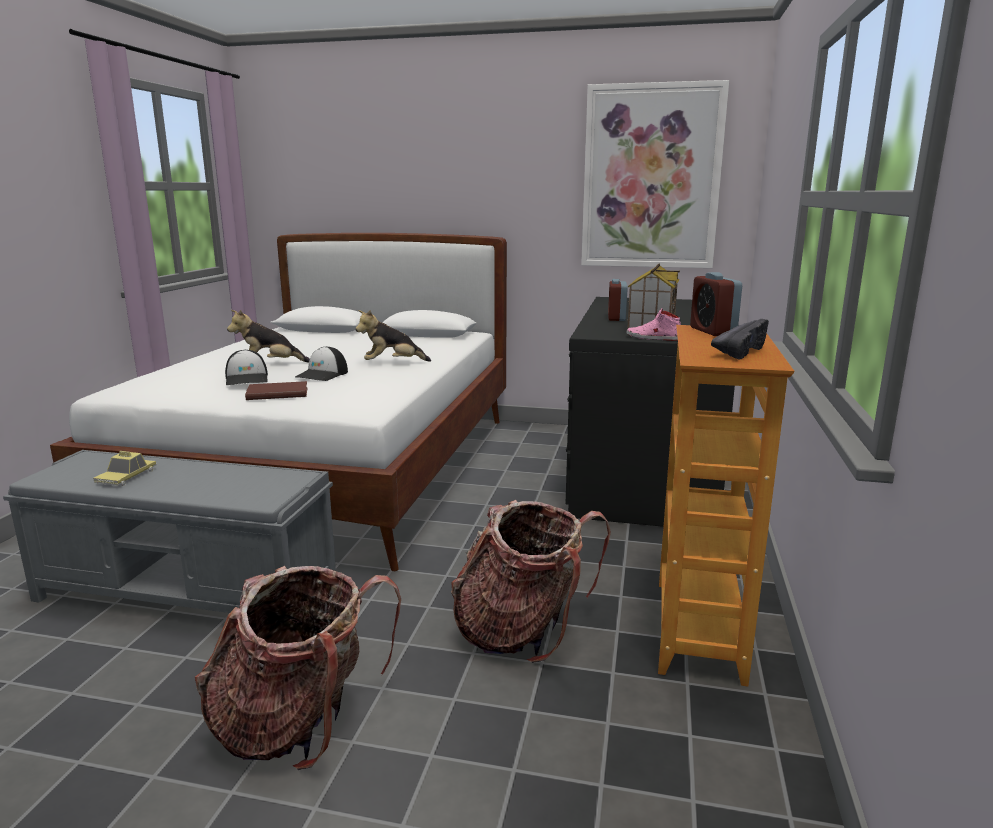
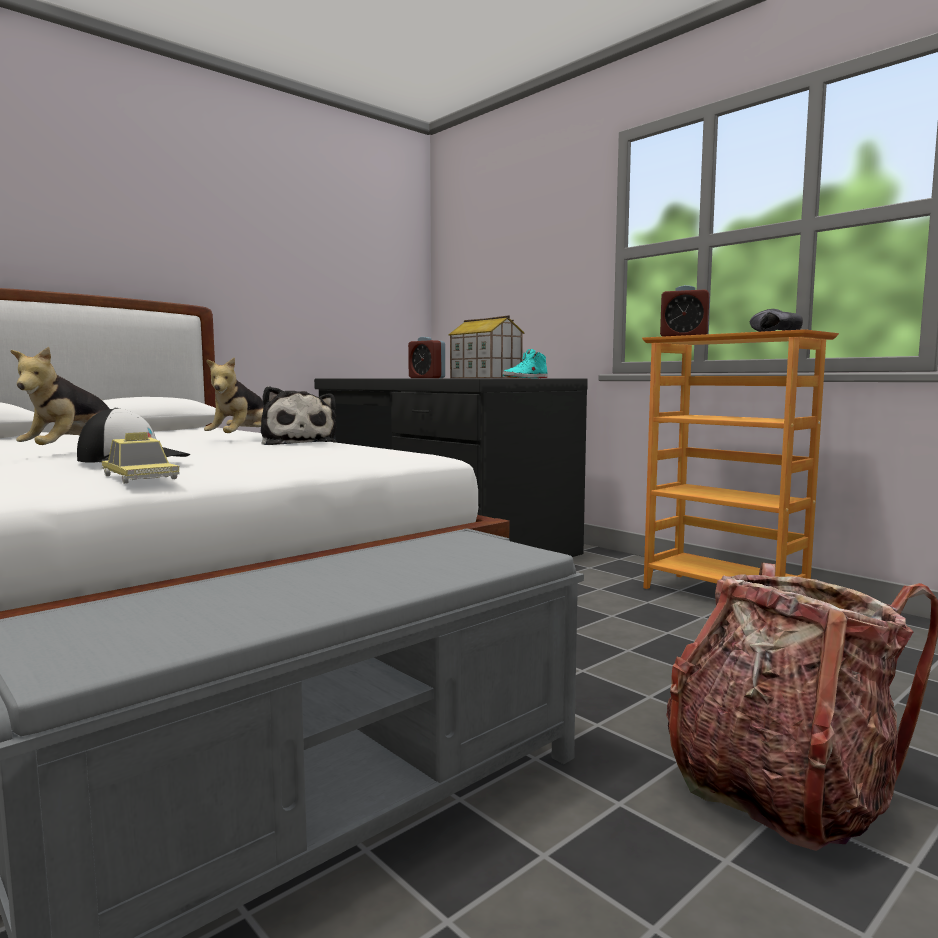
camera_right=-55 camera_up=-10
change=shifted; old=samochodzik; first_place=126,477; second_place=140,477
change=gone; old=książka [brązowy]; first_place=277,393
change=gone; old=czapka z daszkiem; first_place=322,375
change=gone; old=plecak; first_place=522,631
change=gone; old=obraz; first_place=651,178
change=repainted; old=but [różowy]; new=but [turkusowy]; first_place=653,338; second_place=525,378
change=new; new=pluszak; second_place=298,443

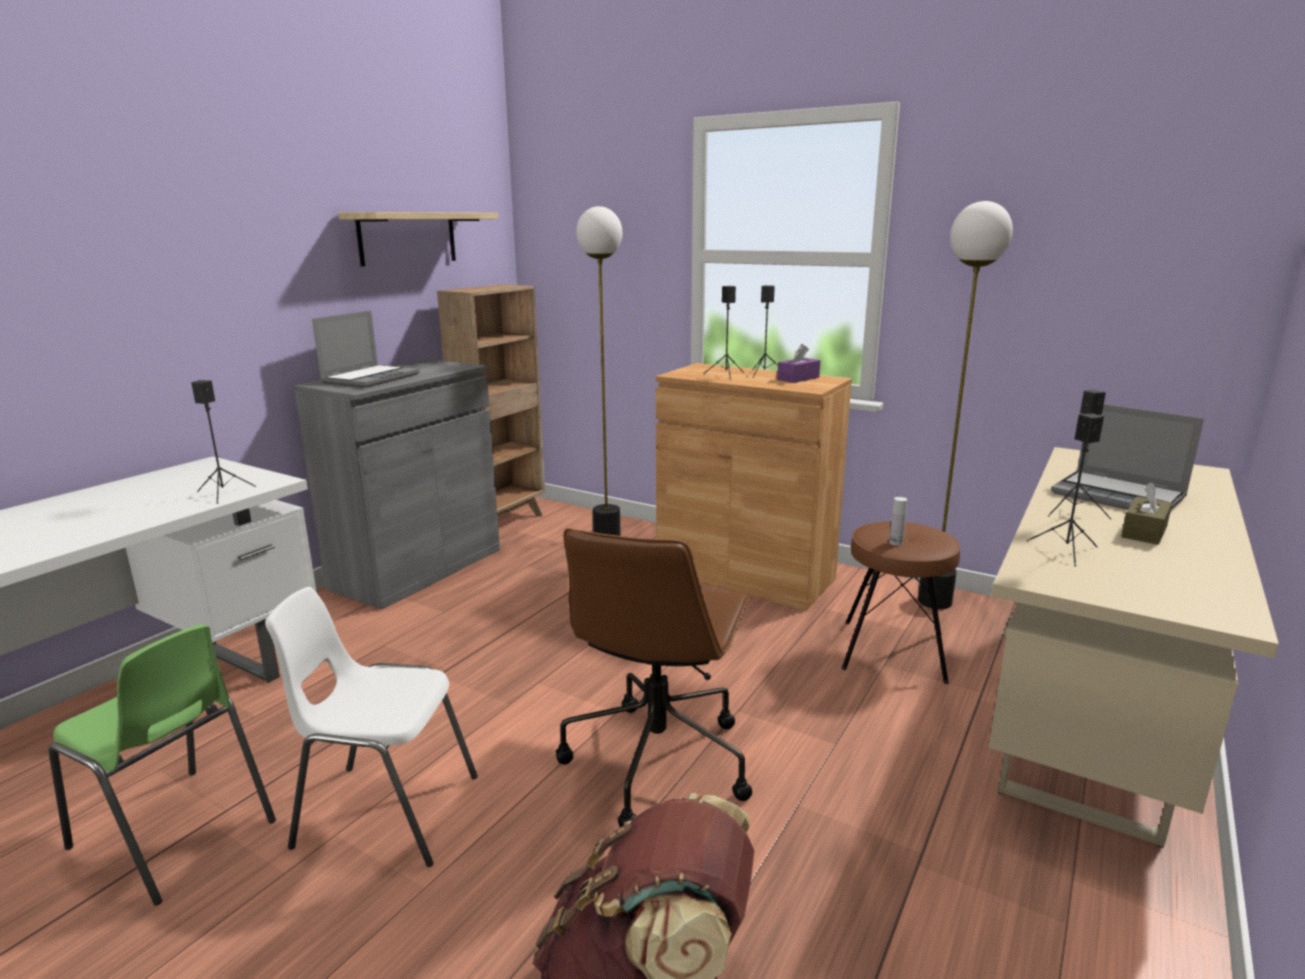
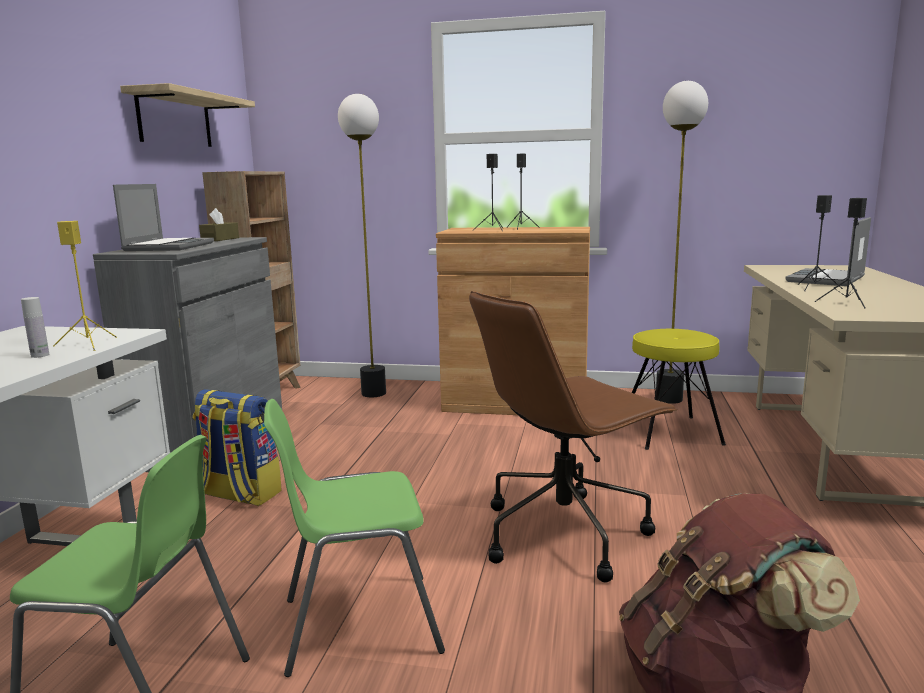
camera_right=-20 camera_up=-5
change=repainted; old=głośnik [czarny]; new=głośnik [żółty]; first_place=224,493; second_place=89,344
change=repainted; old=krzesło [biały]; new=krzesło [zielony]; first_place=386,811; second_place=358,624
change=rotated; old=krzesło biurowe [brązowy]; first_place=657,759; second_place=565,533; degrees=60
change=gone; old=pudełko chusteczek [fioletowy]; first_place=798,378
change=repainted; old=stołek [brązowy]; new=stołek [żółty]; first_place=892,650; second_place=669,432
change=shifted; old=butelka [biały]; first_place=896,543; second_place=40,355
change=rotated; old=laptop; first_place=1119,496; second_place=827,279; degrees=105
change=shifted; old=pudełko chusteczek [brązowy]; first_place=1144,532; second_place=220,239
change=new; new=plecak; second_place=239,494

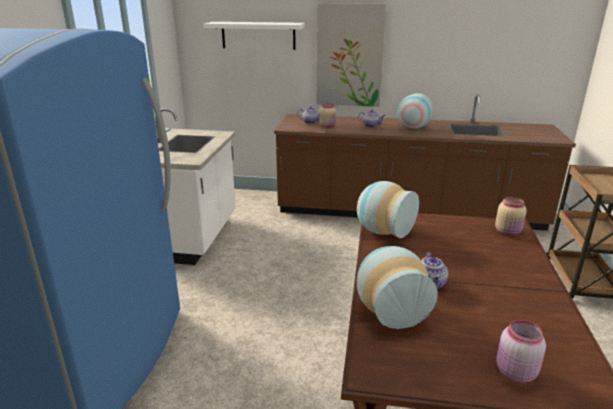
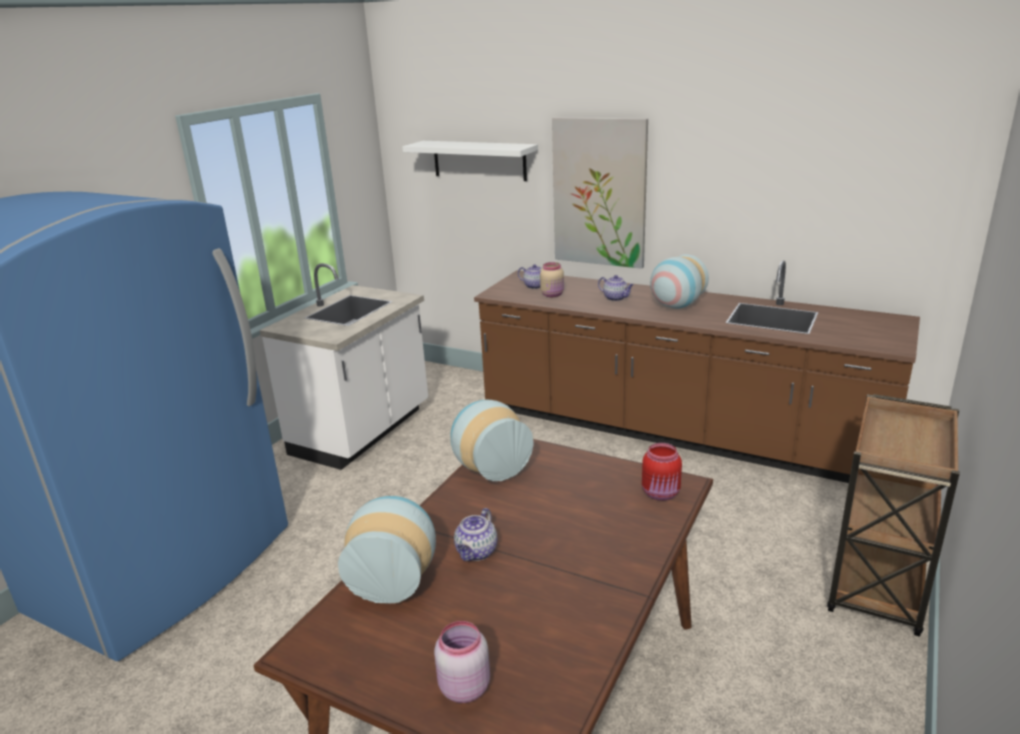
camera_right=20 camera_up=0
change=repainted; old=słoik [beżowy]; new=słoik [czerwony]; first_place=508,232; second_place=661,494

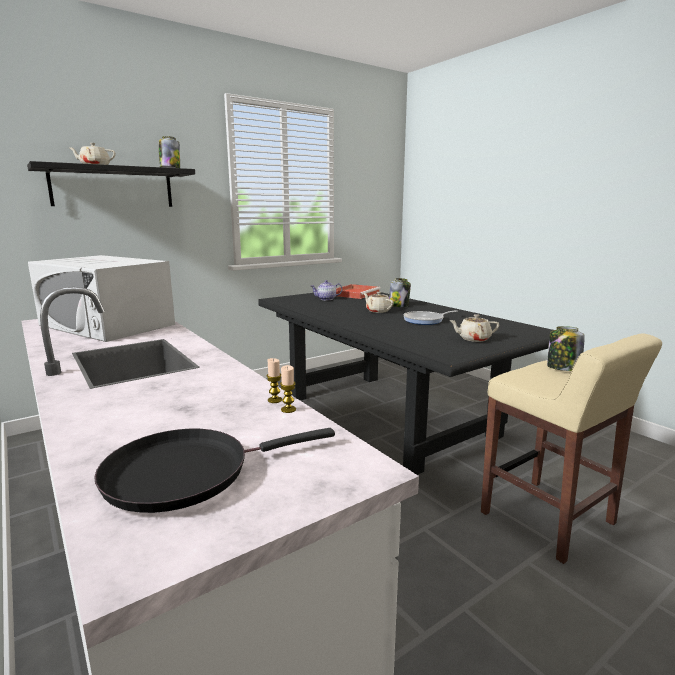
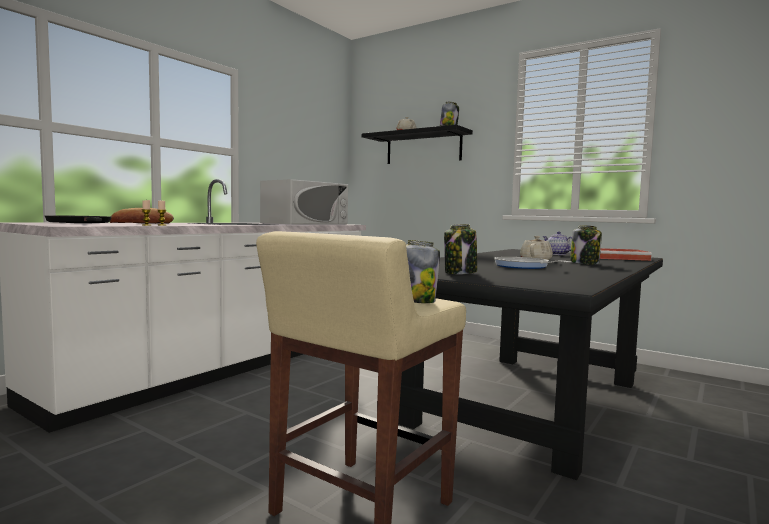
camera_right=70 camera_up=-10
change=rotated; old=mikrofalówka [biały]; first_place=107,325; second_place=305,223; degrees=-150
change=swapped; old=imbryk [beżowy]; new=słoik; first_place=473,339; second_place=460,272
change=new; new=chleb; second_place=141,223

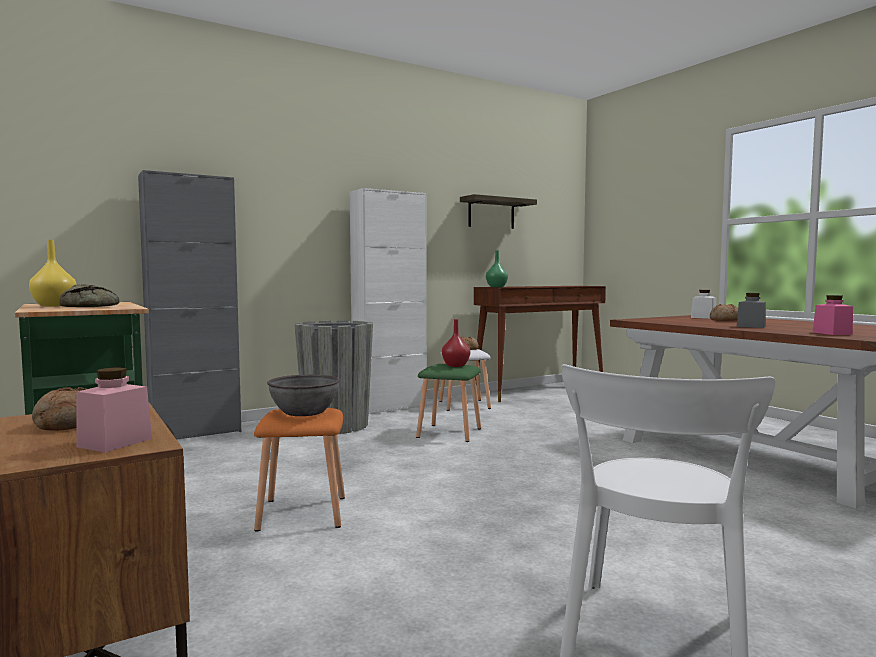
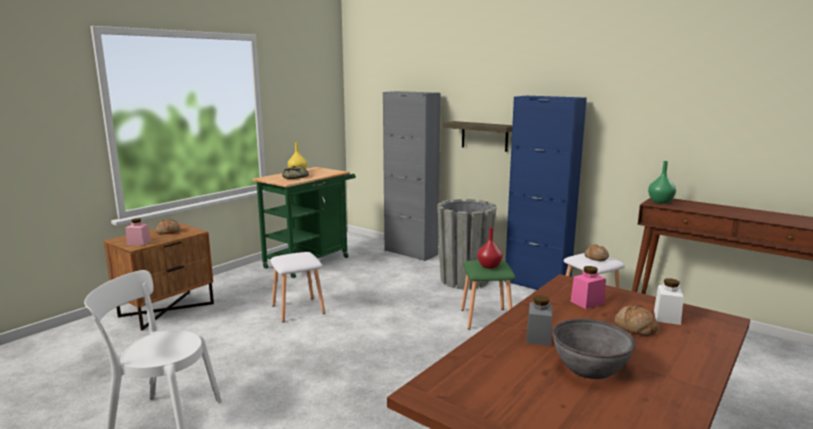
camera_right=70 camera_up=10
change=repainted; old=stołek [pomarańczowy]; new=stołek [biały]; first_place=301,512; second_place=299,309
change=shifted; old=miska [szary]; first_place=304,412; second_place=589,368
change=repainted; old=szafka [biały]; new=szafka [niebieski]; first_place=389,408; second_place=537,285
change=shifted; old=półka; first_place=491,213; second_place=484,136
change=shifted; old=słoik [różowy]; first_place=832,333; second_place=587,302

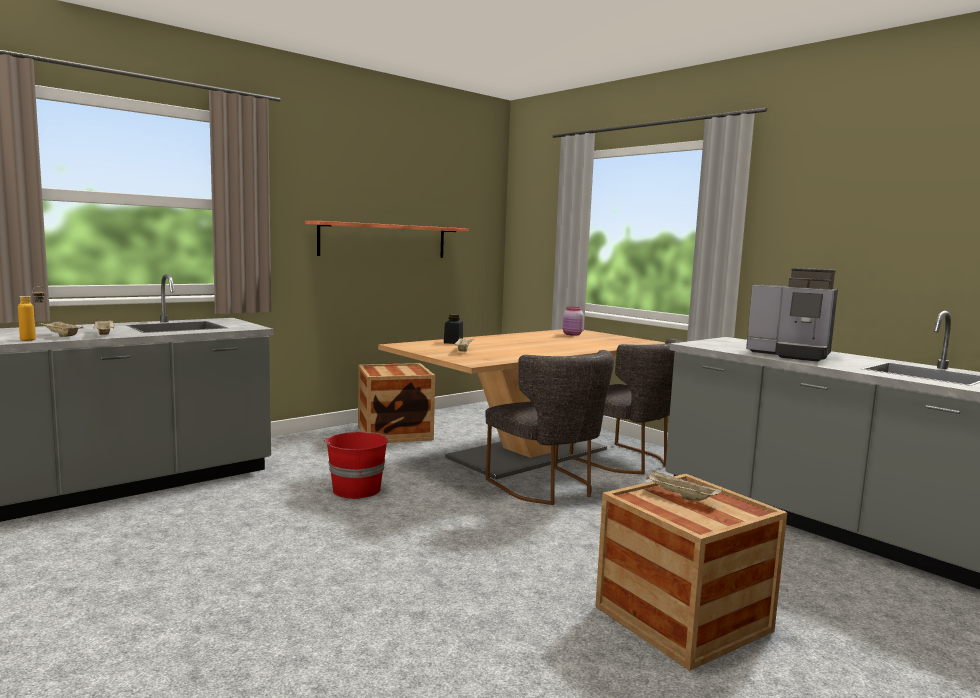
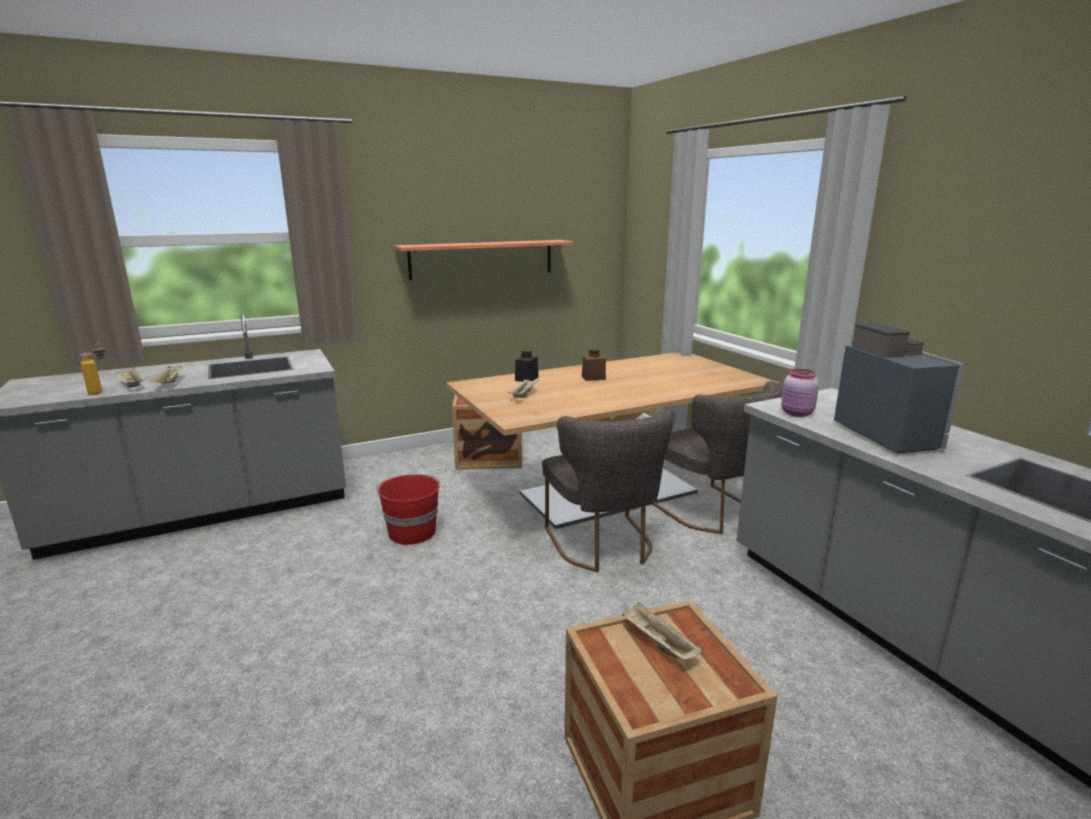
camera_right=15 camera_up=10
change=shifted; old=słoik [różowy]; first_place=572,334; second_place=797,413
change=rotated; old=ekspres do kawy; first_place=791,354; second_place=888,434; degrees=-150
change=new; new=słoik [brązowy]; second_place=593,378

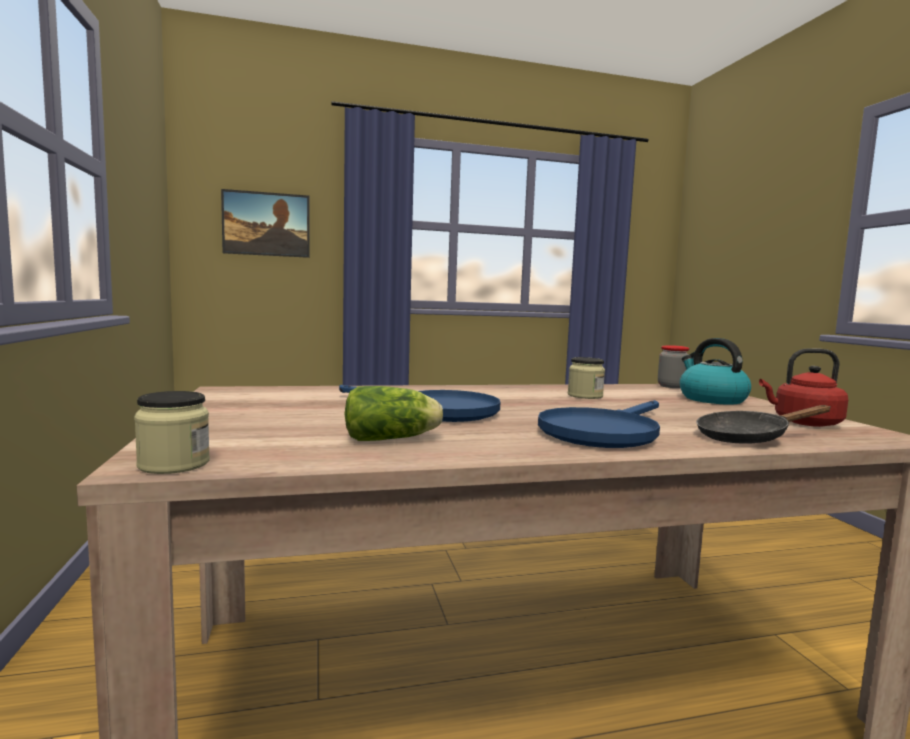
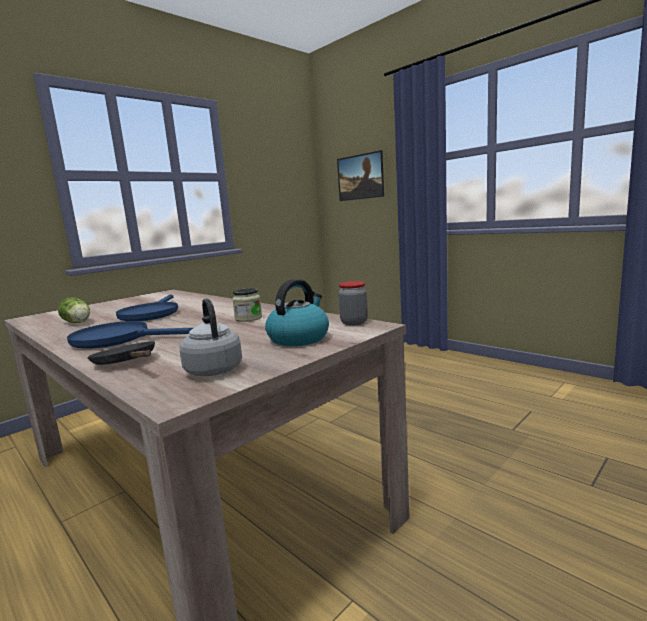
camera_right=60 camera_up=5
change=gone; old=słoik; first_place=174,464
change=repainted; old=czajnik [czerwony]; new=czajnik [szary]; first_place=803,423; second_place=213,369

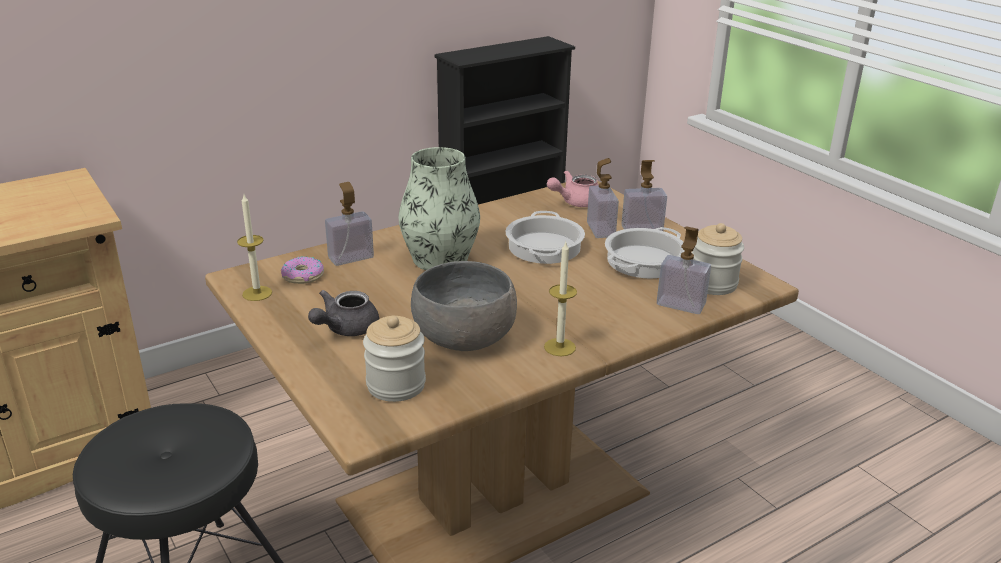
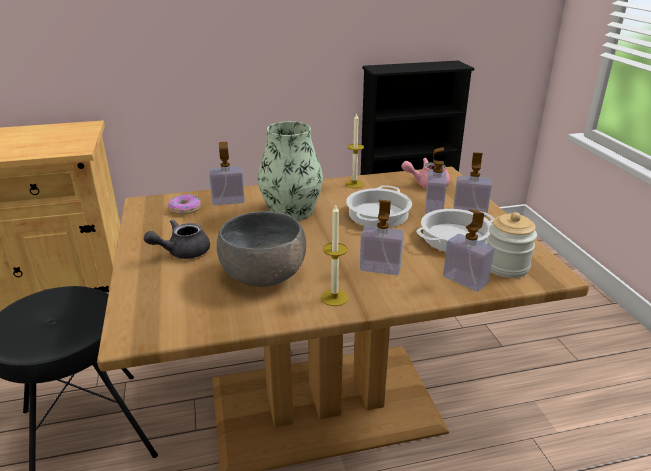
camera_right=20 camera_up=0
change=shifted; old=świeca; first_place=257,293; second_place=354,184
change=gone; old=słoik; first_place=396,385
change=new; new=dozownik mydła; second_place=380,268

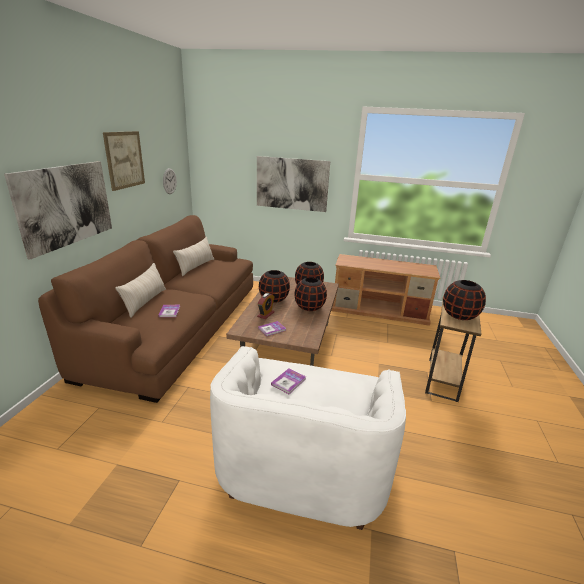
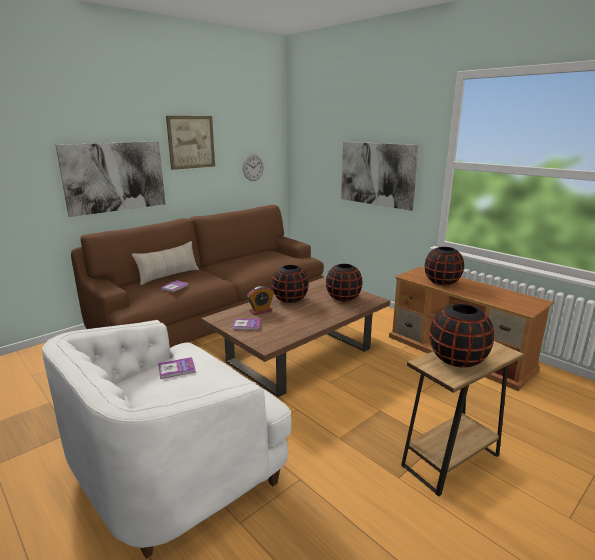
camera_right=35 camera_up=-5
change=gone; old=poduszka [beżowy]; first_place=196,266
change=shifted; old=wazon [czarny]; first_place=309,307; second_place=442,282

